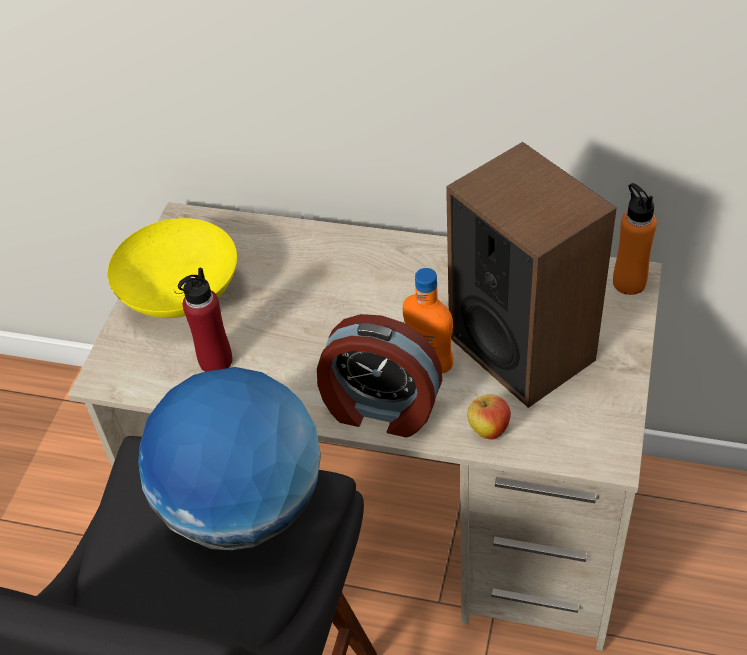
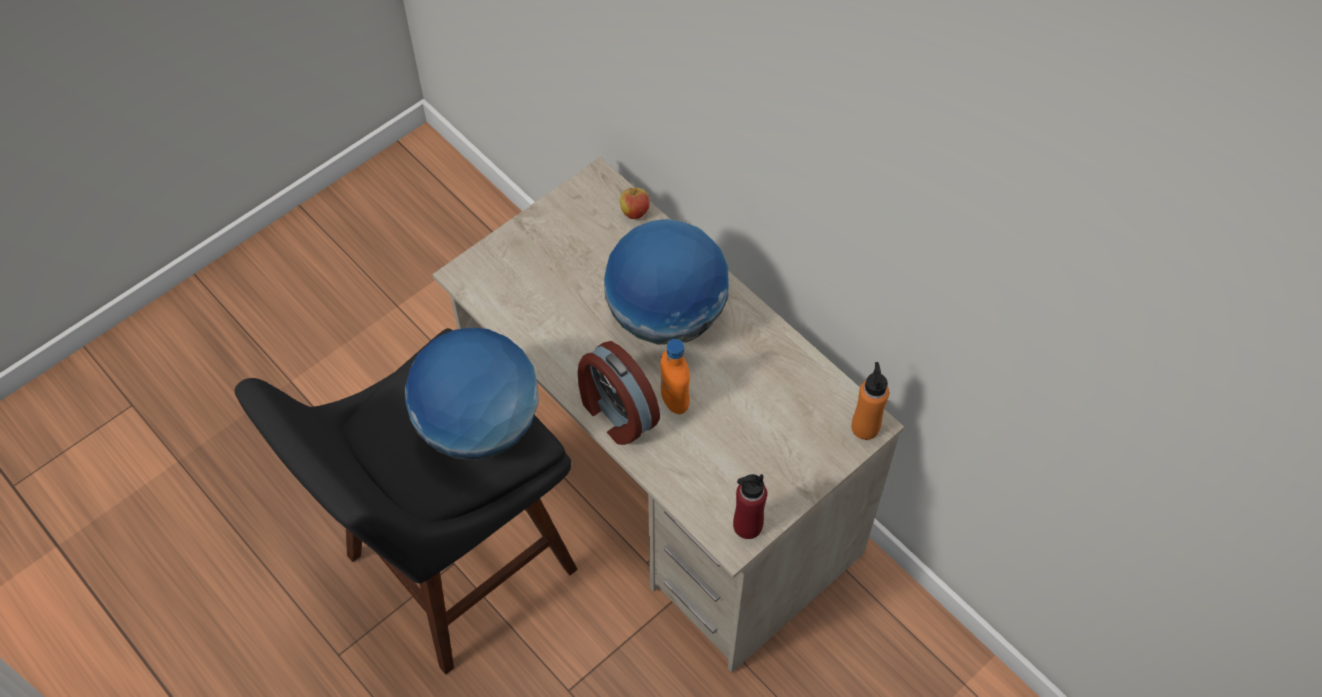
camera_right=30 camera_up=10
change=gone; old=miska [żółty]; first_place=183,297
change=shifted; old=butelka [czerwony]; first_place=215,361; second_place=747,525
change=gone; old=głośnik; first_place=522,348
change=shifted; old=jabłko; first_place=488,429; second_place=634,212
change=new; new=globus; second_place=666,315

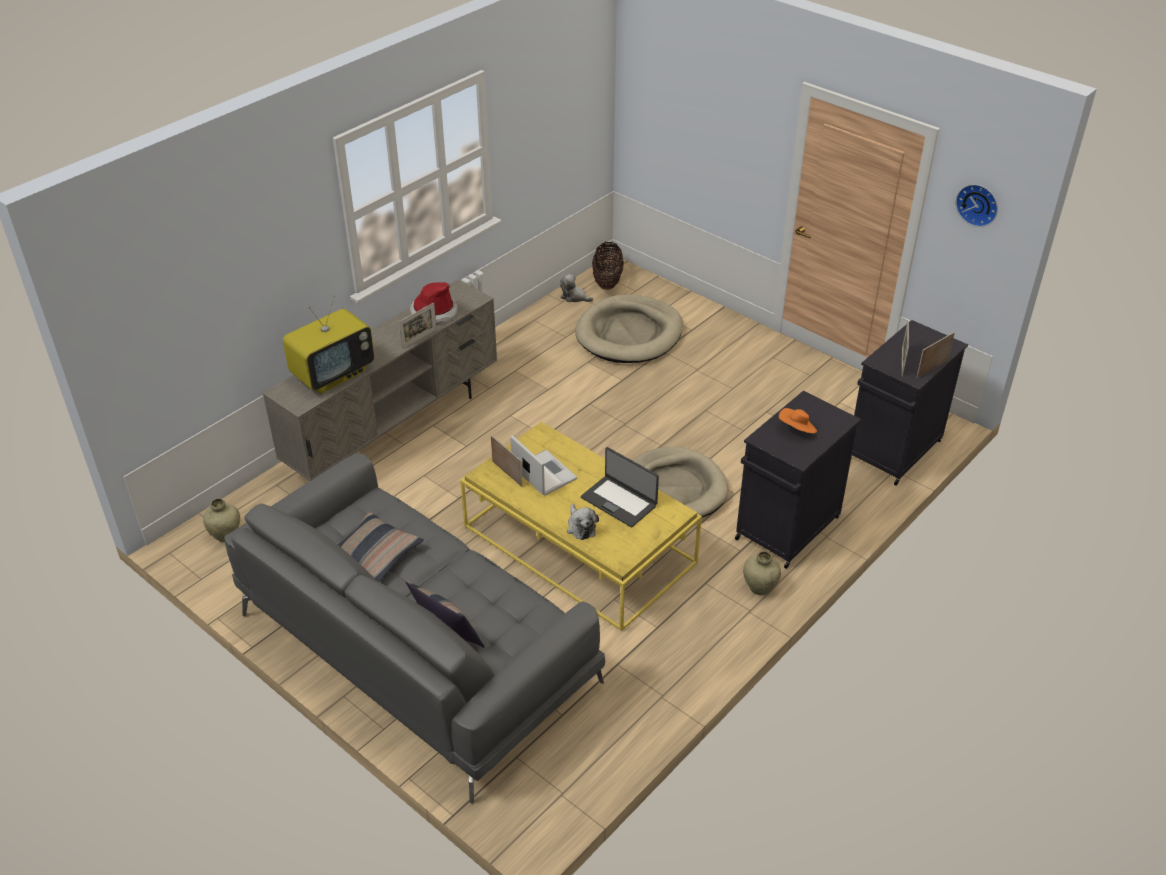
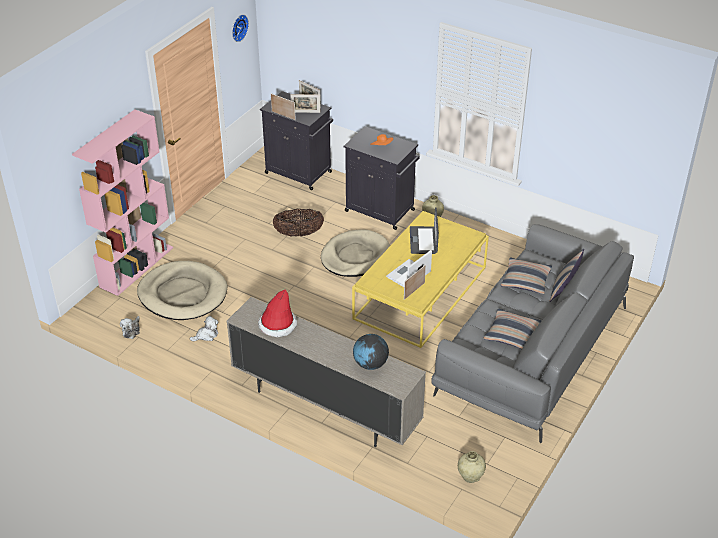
camera_right=-100 camera_up=0
change=swapped; old=telewizor; new=globus; first_place=333,374; second_place=370,364
change=shifted; old=ramka na zdjęcie; first_place=419,339; second_place=283,115
change=shifted; old=pluszak; first_place=580,527; second_place=206,335
change=rotated; old=laptop; first_place=619,501; second_place=424,240; degrees=150
change=shifted; old=koszyk; first_place=607,281; second_place=299,234
change=new; new=regał [różowy]; second_place=136,266
change=new; new=poduszka; second_place=525,280

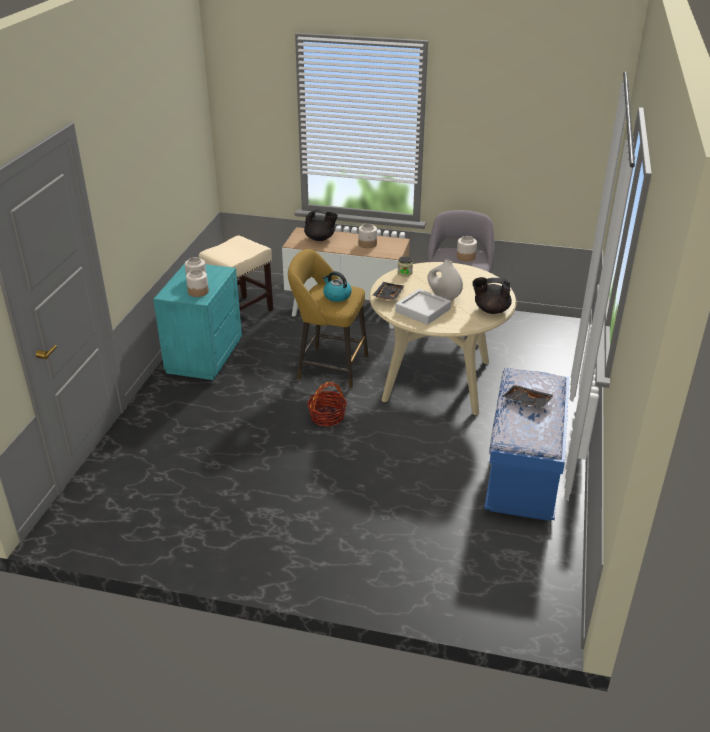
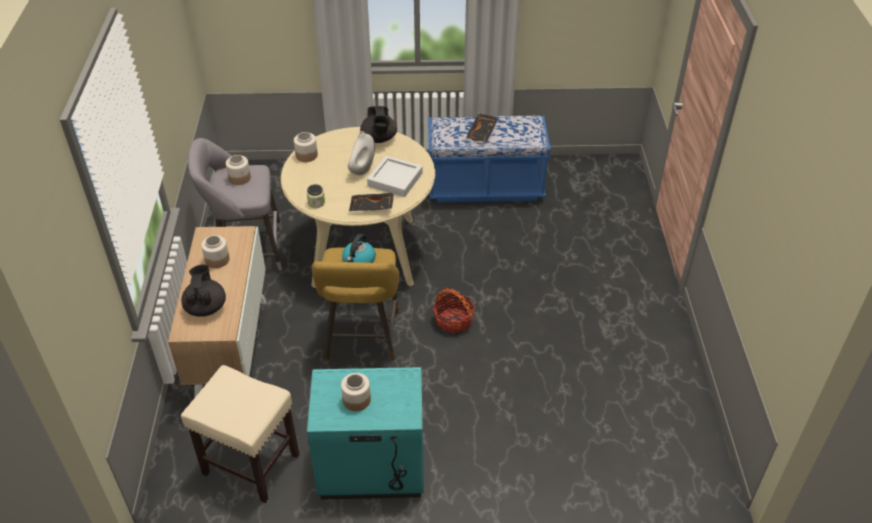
camera_right=-105 camera_up=10
change=shifted; old=słoik; first_place=198,292; second_place=306,155

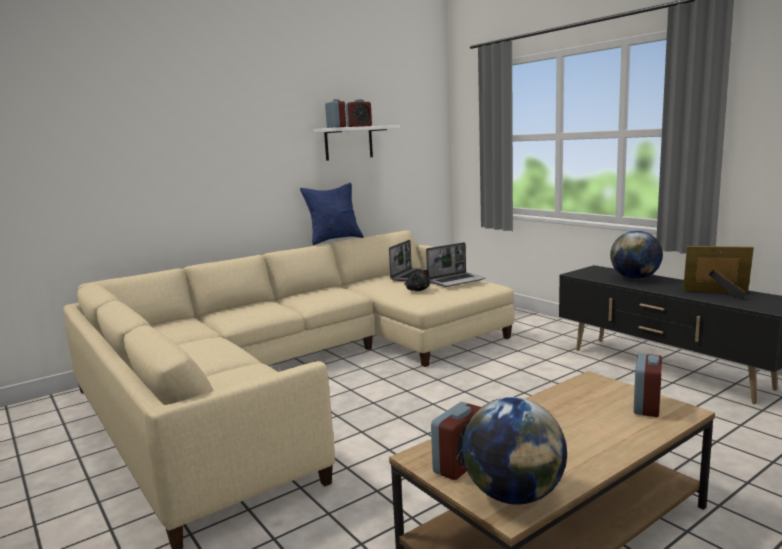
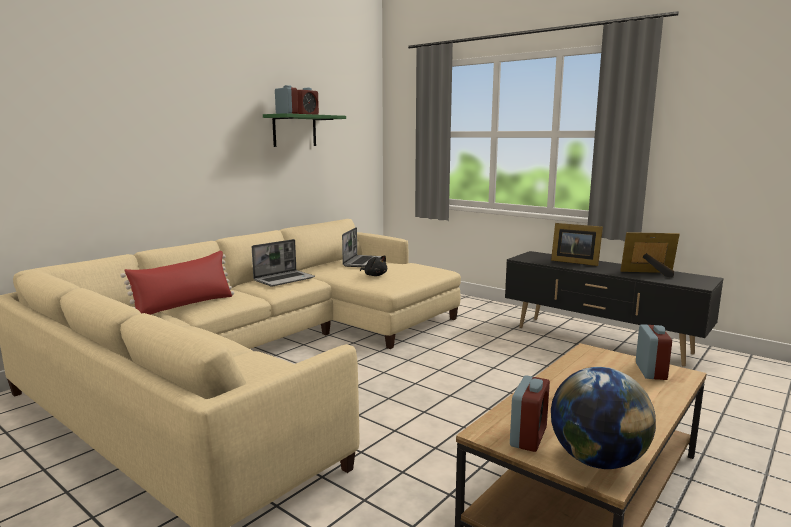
camera_right=-15 camera_up=0
change=gone; old=poduszka [niebieski]; first_place=334,240
change=repainted; old=półka [biały]; new=półka [zielony]; first_place=348,143; second_place=294,131
change=shifted; old=laptop; first_place=456,281; second_place=284,279
change=swapped; old=globus; new=ramka na zdjęcie; first_place=635,278; second_place=574,262
change=new; new=poduszka [czerwony]; second_place=184,306

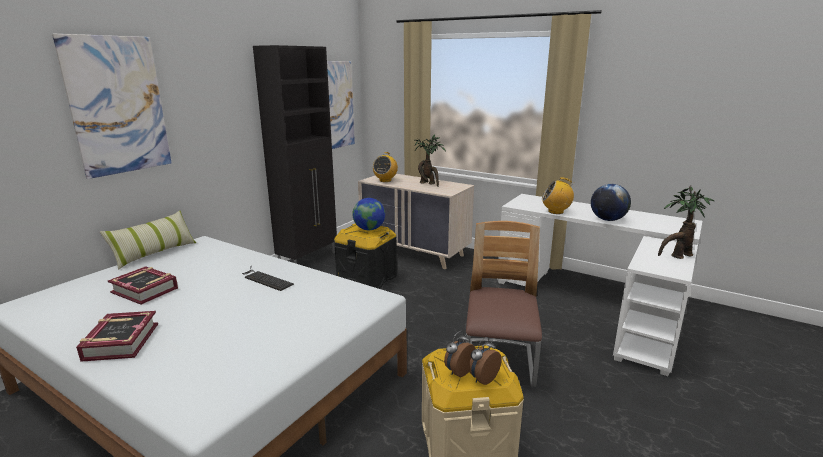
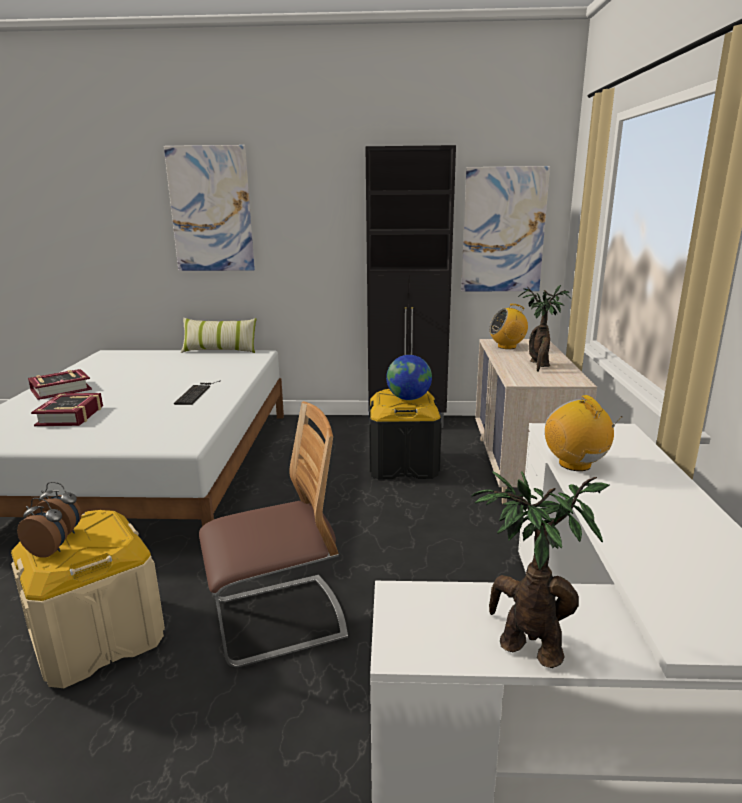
camera_right=60 camera_up=0
change=shifted; old=książka; first_place=145,290; second_place=71,416
change=gone; old=globus; first_place=607,220

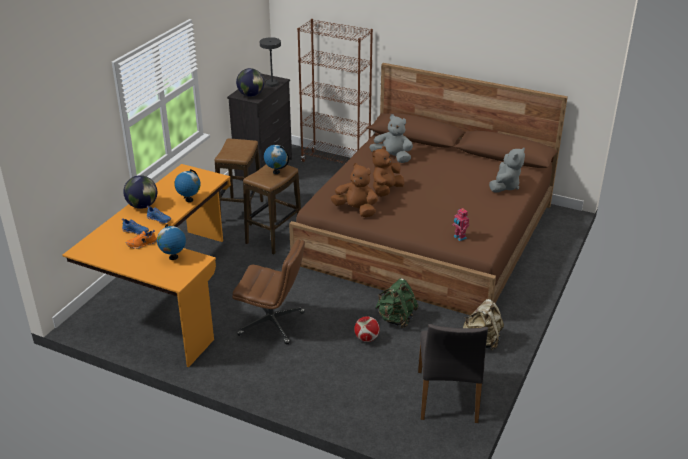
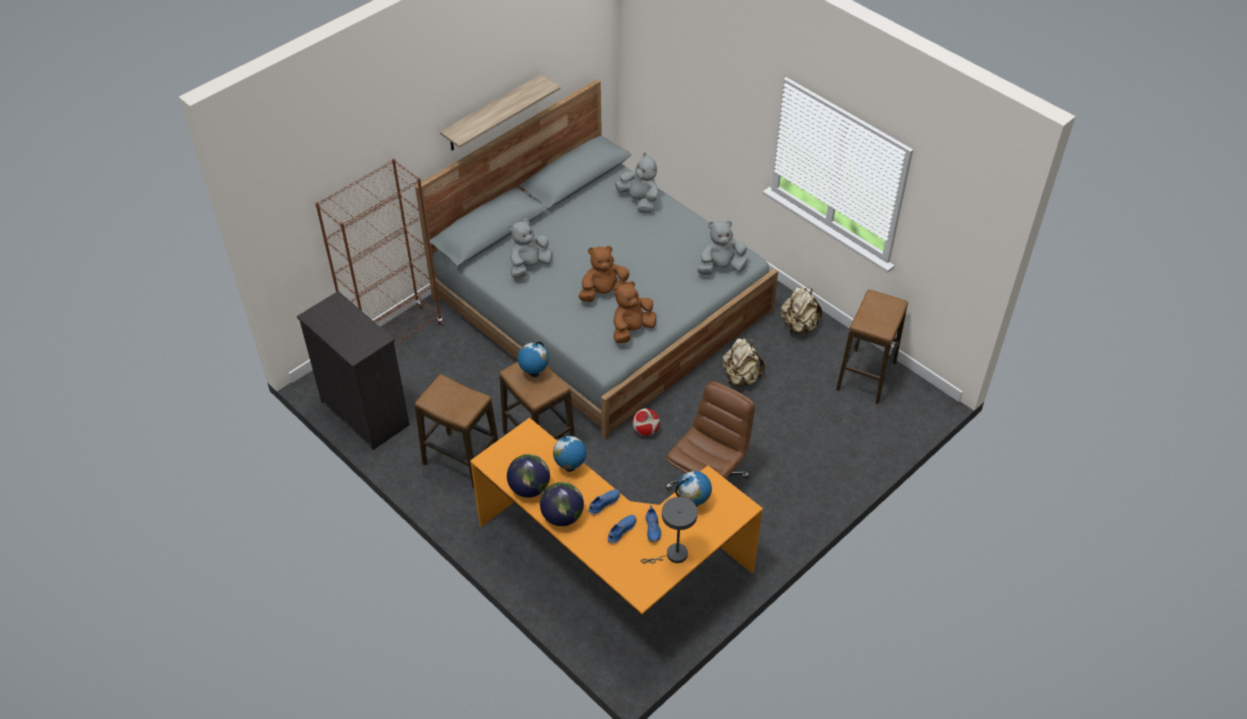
camera_right=-70 camera_up=15
change=repainted; old=but [pomarańczowy]; new=but [niebieski]; first_place=142,244; second_place=653,529
change=shifted; old=globus; first_place=251,95; second_place=529,488
change=shifted; old=lampa stołowa [szary]; first_place=270,83; second_place=673,555
change=repainted; old=łóżko [brązowy]; new=łóżko [szary]; first_place=428,234; second_place=601,304
change=shifted; old=piłka futbolowa; first_place=366,338; second_place=645,430
change=rotated; old=pluszak [brązowy]; first_place=386,190; second_place=604,293; degrees=105
change=repainted; old=plecak [zielony]; new=plecak [beżowy]; first_place=396,319; second_place=740,378
change=swapped; old=krzesło [szary]; new=stołek; first_place=448,397; second_place=866,376
change=swapped; old=robot zabawkowy; new=pluszak [szary]; first_place=459,237; second_place=720,268
change=new; new=półka; second_place=492,114

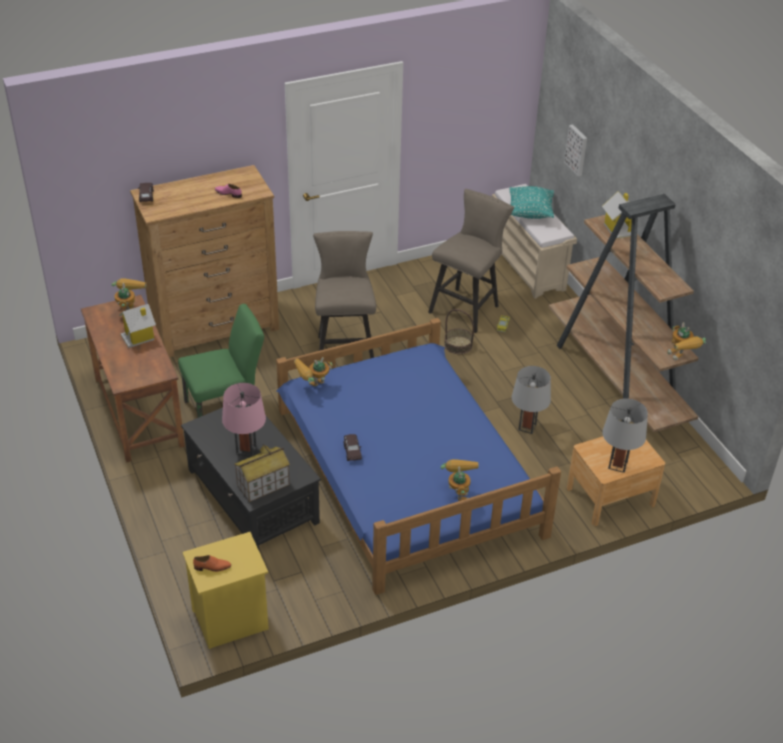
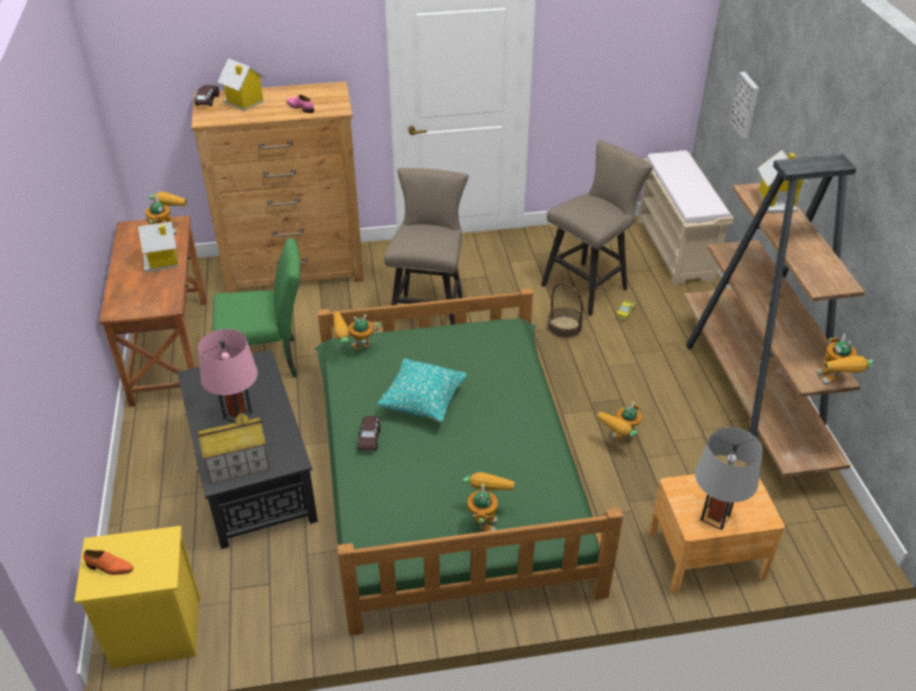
camera_right=15 camera_up=0
change=repainted; old=łóżko [niebieski]; new=łóżko [zielony]; first_place=406,470; second_place=449,472
change=shifted; old=poduszka [turkusowy]; first_place=530,213; second_place=423,403
change=swapped; old=lampa stołowa [szary]; new=robot zabawkowy; first_place=527,427; second_place=620,441
change=new; new=domek; second_place=244,102

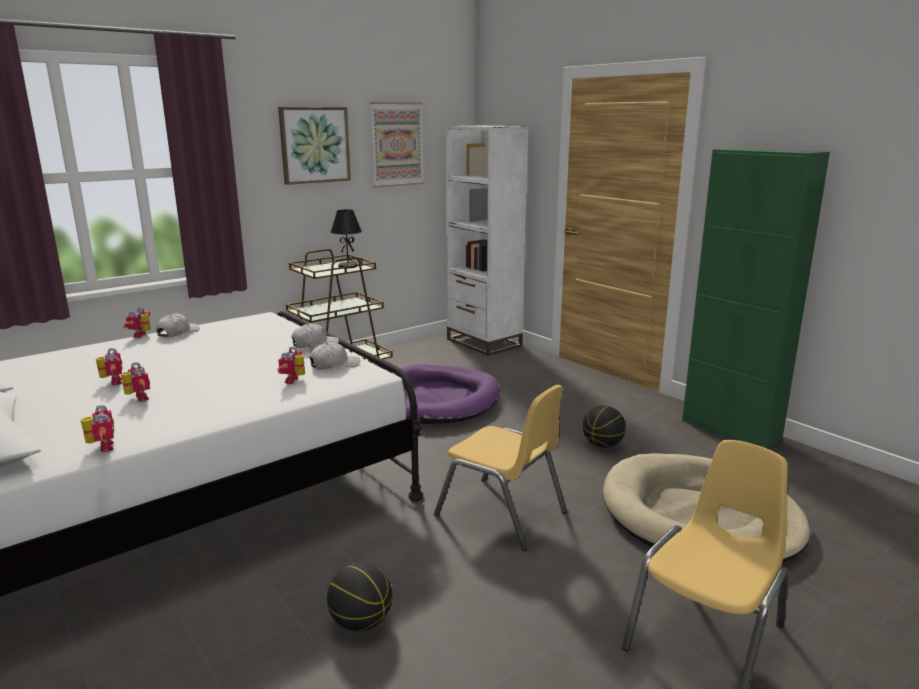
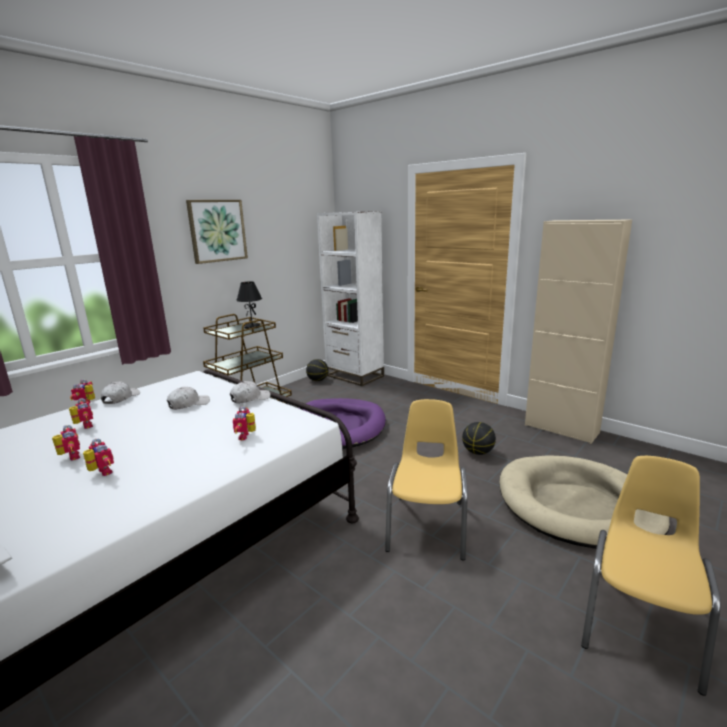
camera_right=-10 camera_up=0
change=shifted; old=robot zabawkowy; first_place=102,448; second_place=84,426
change=shifted; old=czapka z daszkiem [biały]; first_place=334,365; second_place=188,404
change=shifted; old=piłka do koszykówki; first_place=361,622; second_place=318,380
change=gone; old=obraz; first_place=397,144
change=rotated; old=krzesło [żółty]; first_place=501,514; second_place=427,525; degrees=-105
change=repainted; old=szafka [zielony]; new=szafka [beżowy]; first_place=730,430; second_place=561,429

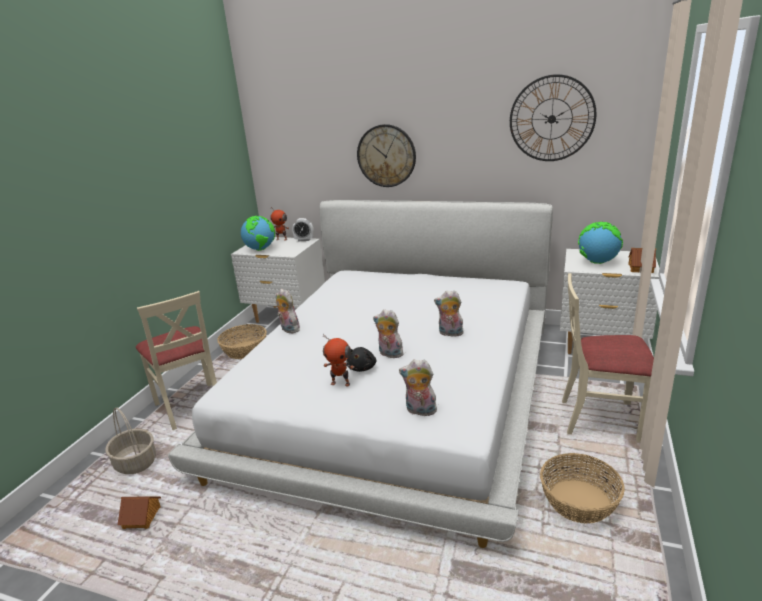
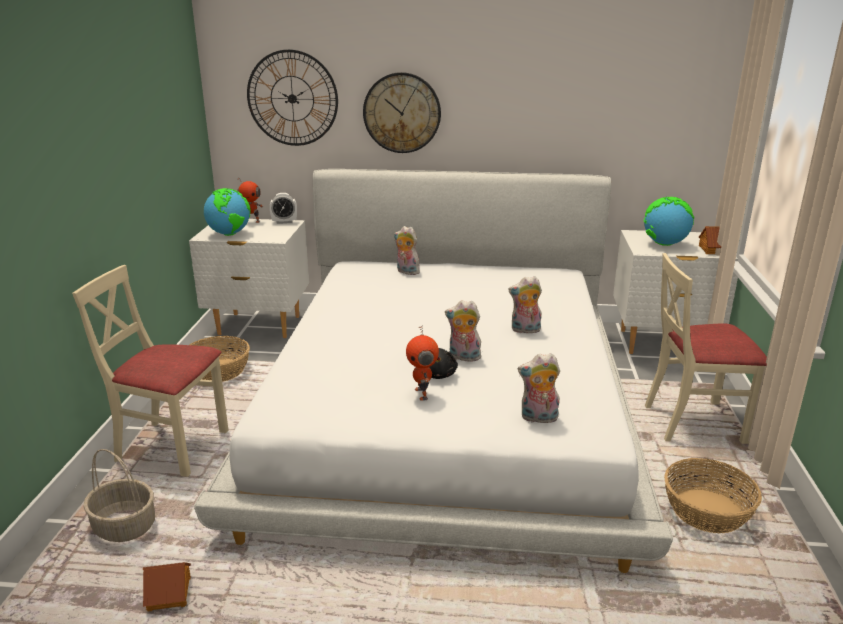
camera_right=-15 camera_up=0
change=rotated; old=krzesło [beżowy]; first_place=190,406; second_place=172,447; degrees=150
change=shifted; old=pluszak; first_place=288,329; second_place=406,272
change=rotated; old=robot zabawkowy; first_place=340,383; second_place=422,394; degrees=75
change=shifted; old=zegar ścienny; first_place=551,119; second_place=292,98

